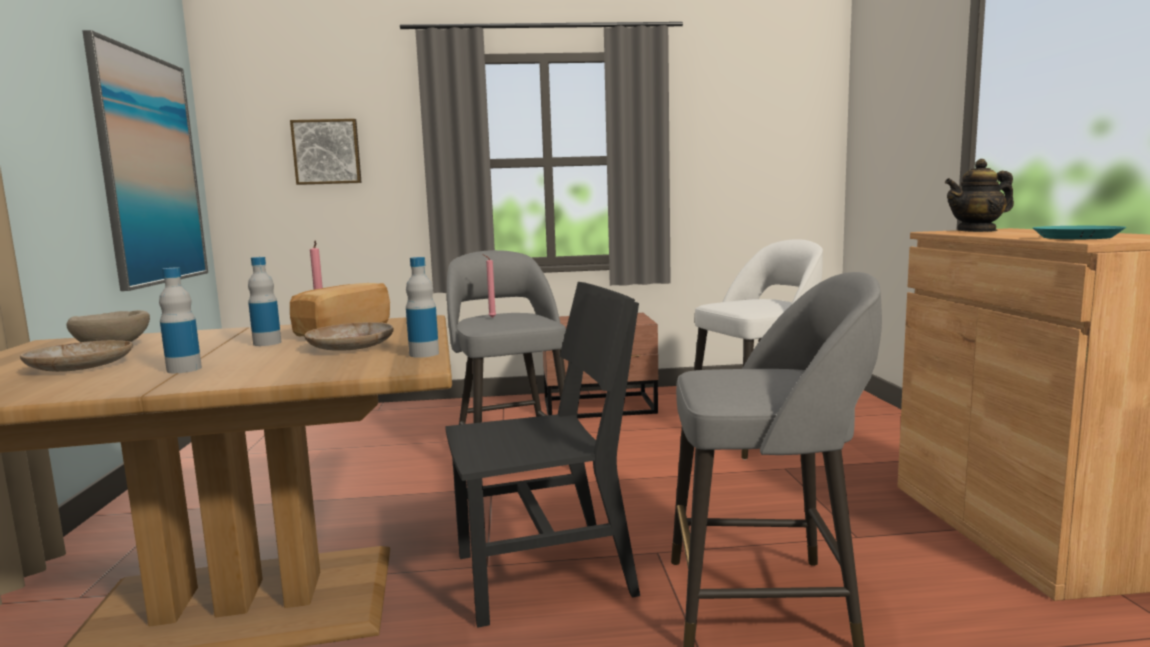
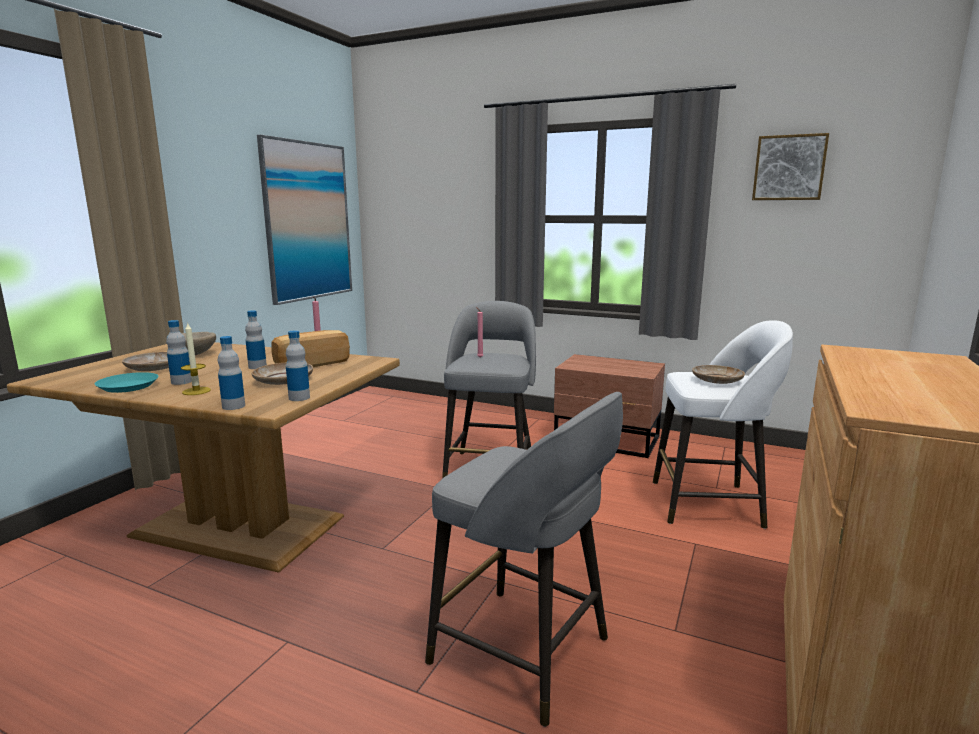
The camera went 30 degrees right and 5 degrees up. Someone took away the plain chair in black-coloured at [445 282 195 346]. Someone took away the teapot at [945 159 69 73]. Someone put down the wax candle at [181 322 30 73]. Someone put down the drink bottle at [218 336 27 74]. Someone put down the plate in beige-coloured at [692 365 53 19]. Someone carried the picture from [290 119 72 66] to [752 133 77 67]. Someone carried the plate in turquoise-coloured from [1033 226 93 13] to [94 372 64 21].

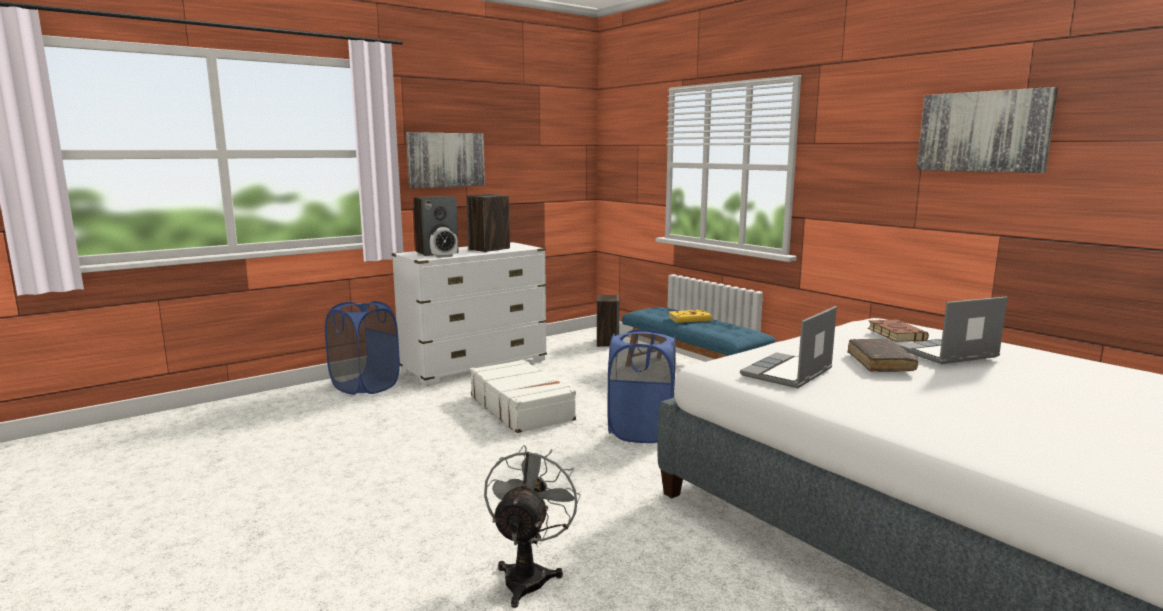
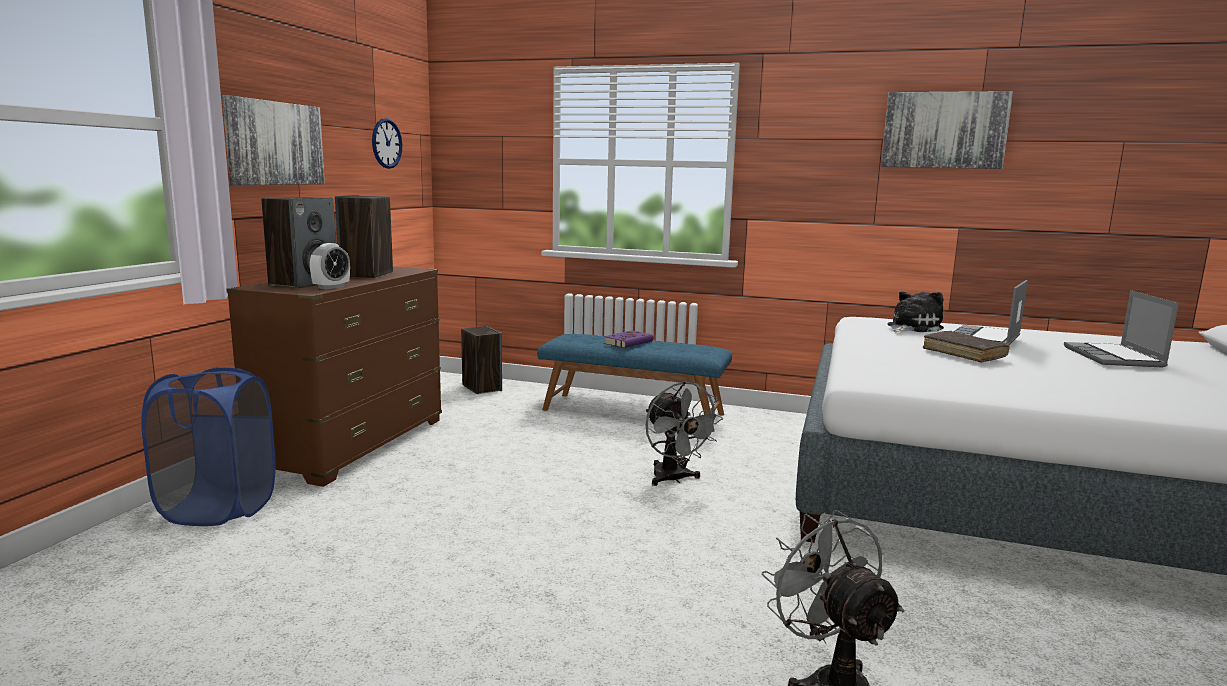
The camera went 35 degrees left and 0 degrees up. Someone took away the suitcase in whitish at [470 360 106 73]. Someone put up the clock on the wall at [372 118 30 51]. Someone carried the laptop from [740 306 97 82] to [1064 290 115 78]. Someone swapped the hamper in blue at [607 329 69 114] for the fan in greyish at [646 381 77 105]. Someone swapped the volume in brown at [868 319 61 23] for the soft toy at [887 291 57 41]. Someone repainted the chest of drawers in whitish at [392 242 155 144], which became the chest of drawers in brown at [226 267 216 220]. Someone repainted the volume in yellowish at [668 310 46 13], which became the volume in purple-coloured at [604 330 49 18].

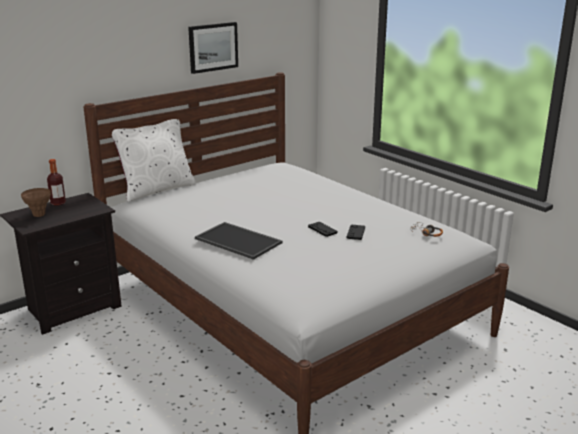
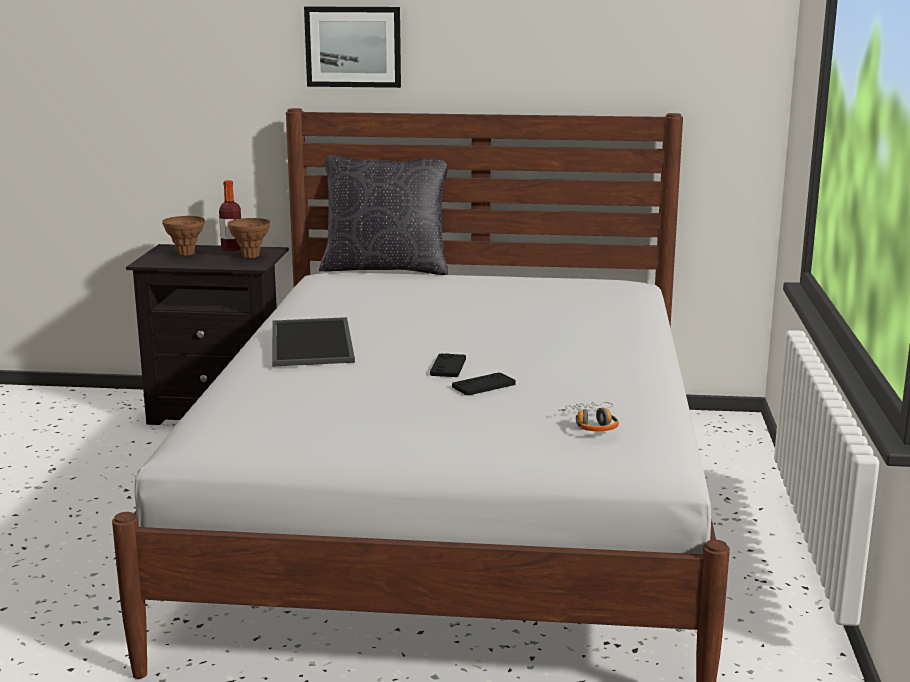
The camera went 45 degrees right and 5 degrees down. Someone put down the flower vase in brown at [228 218 42 40]. Someone carried the picture from [188 22 50 52] to [304 6 97 82]. Someone repainted the pillow in whitish at [112 119 84 83], which became the pillow in black-coloured at [319 155 129 120].

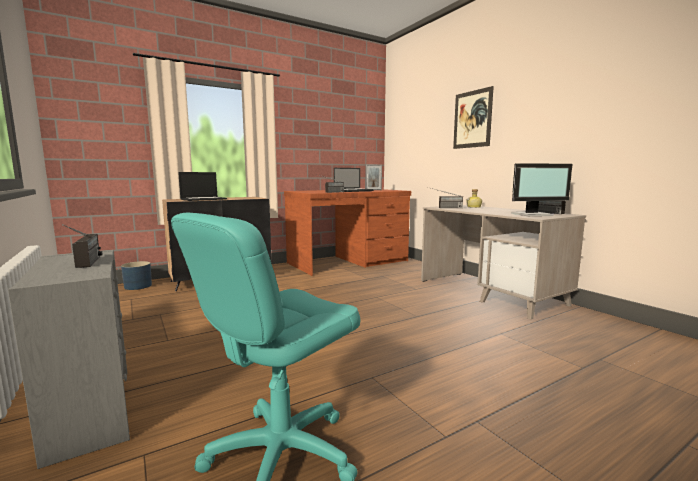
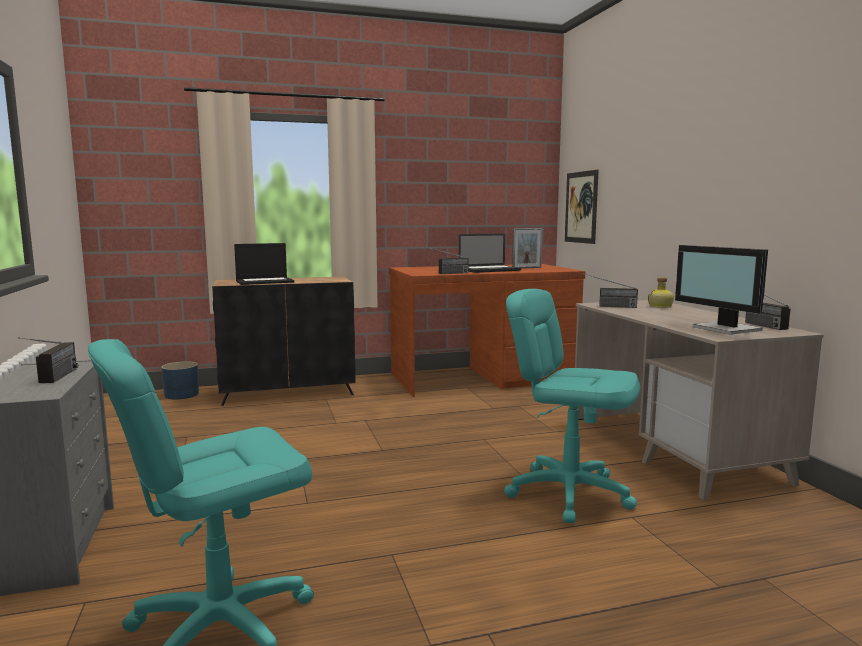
The camera went 15 degrees right and 0 degrees up. Someone put down the computer chair in turquoise-coloured at [504 289 136 234]. Someone carried the picture from [453 86 41 63] to [565 170 34 74]. Someone rotated the computer display at [511 163 61 53] by 60 degrees clockwise.

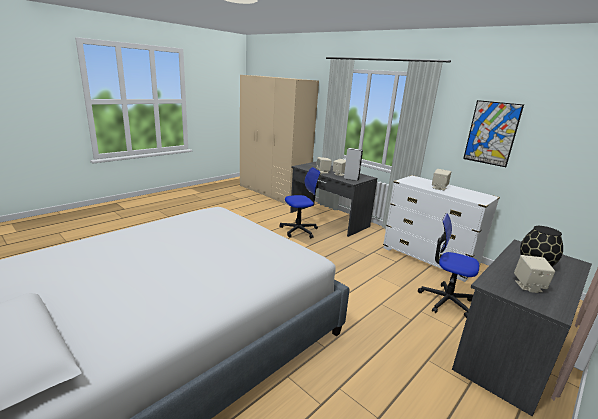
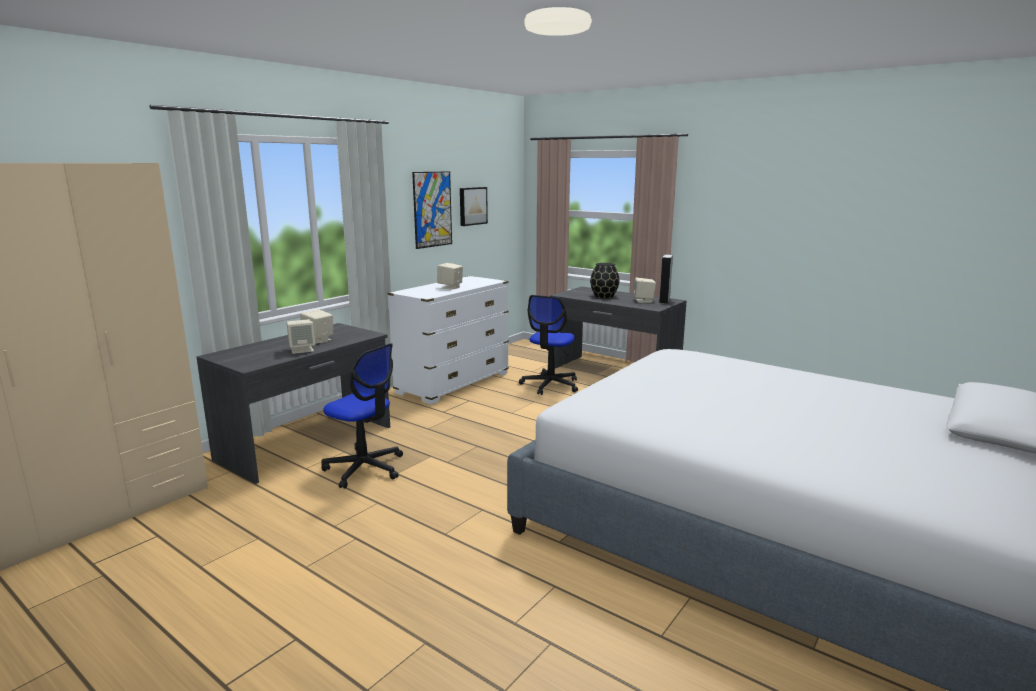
The camera went 95 degrees left and 5 degrees down. Someone put up the picture at [460 187 28 39]. Someone carried the audio speaker in greyish from [344 148 19 33] to [659 255 14 49]. Someone rotated the computer chair at [279 167 42 71] by 150 degrees clockwise.

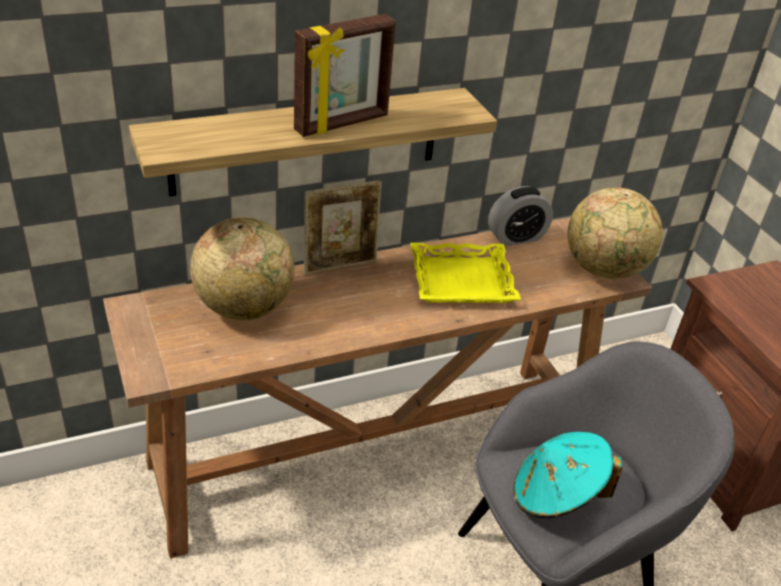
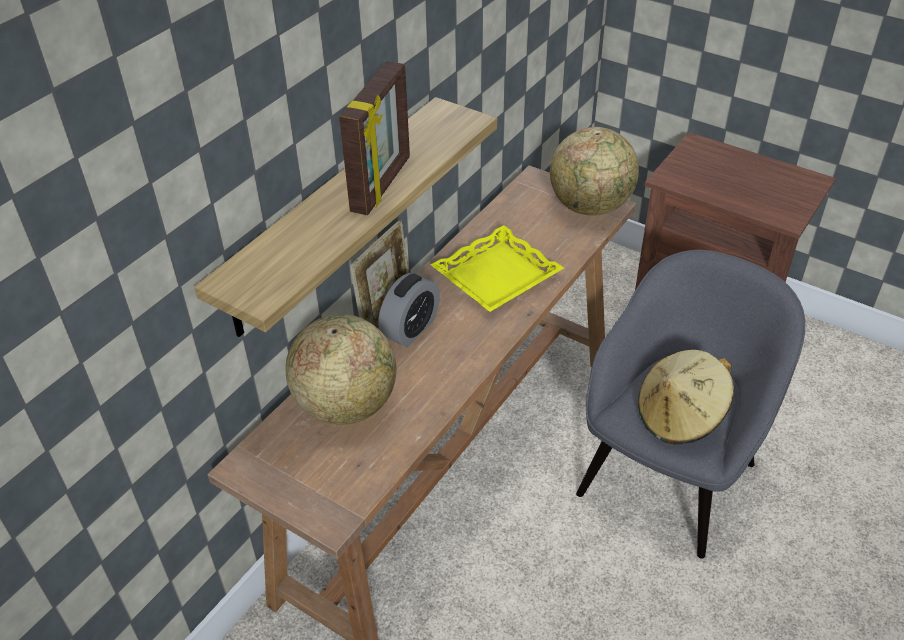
The camera went 30 degrees left and 5 degrees up. Someone carried the alarm clock from [488 186 65 60] to [378 273 62 74]. Someone repainted the wearable hat in turquoise-coloured at [513 432 109 86], which became the wearable hat in beige-coloured at [638 350 96 95].

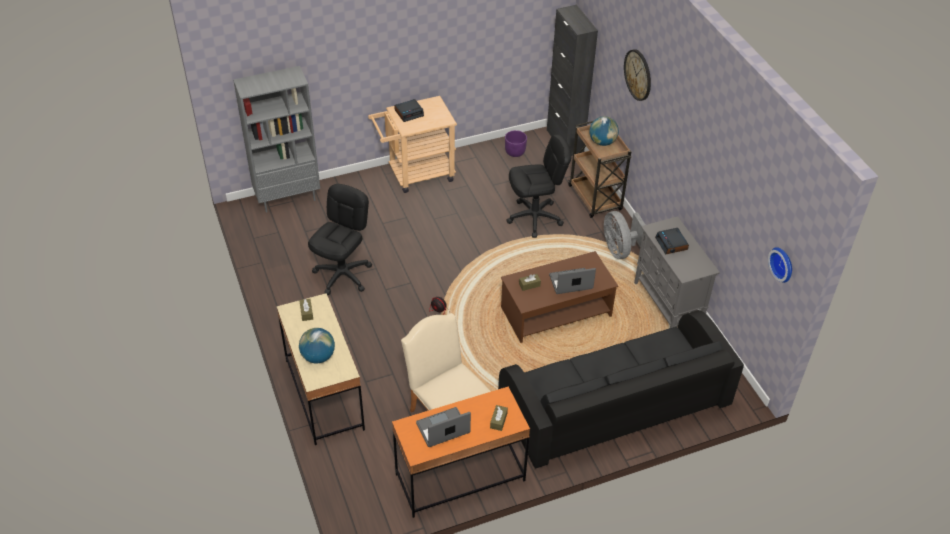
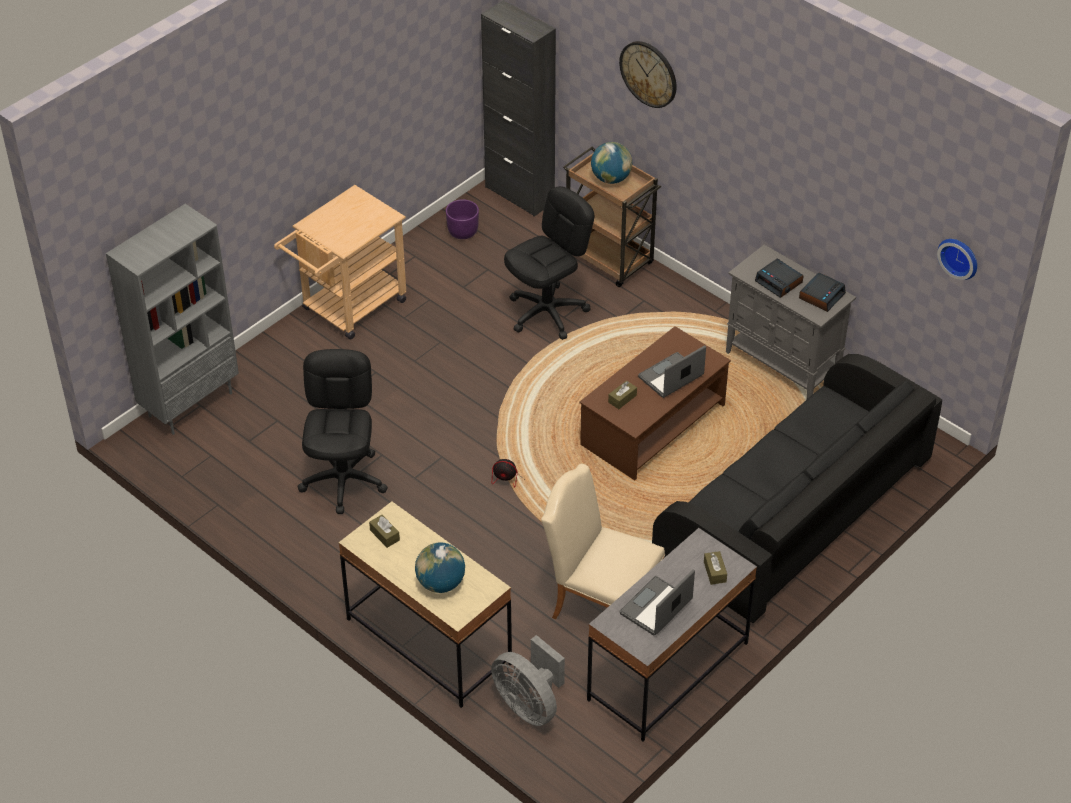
The camera went 25 degrees left and 0 degrees up. Someone carried the alarm clock from [394 99 30 23] to [799 272 47 40]. Someone carried the fan in greyish from [604 211 41 48] to [491 635 74 91]. Someone repainted the desk unit in orange-coloured at [392 387 138 131], which became the desk unit in greyish at [587 528 170 214].

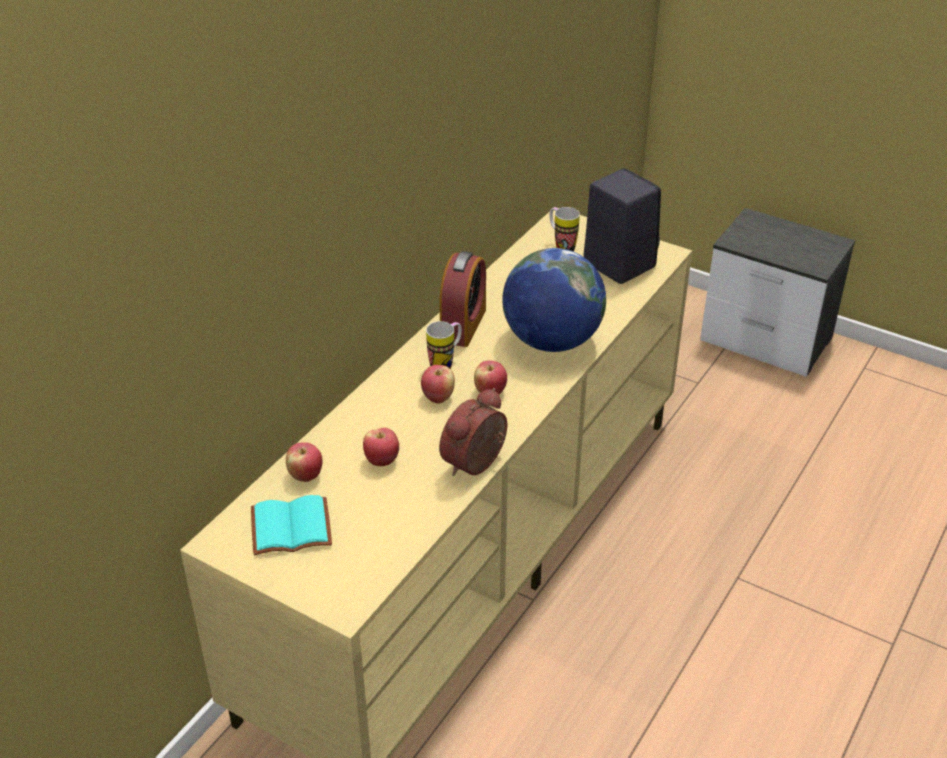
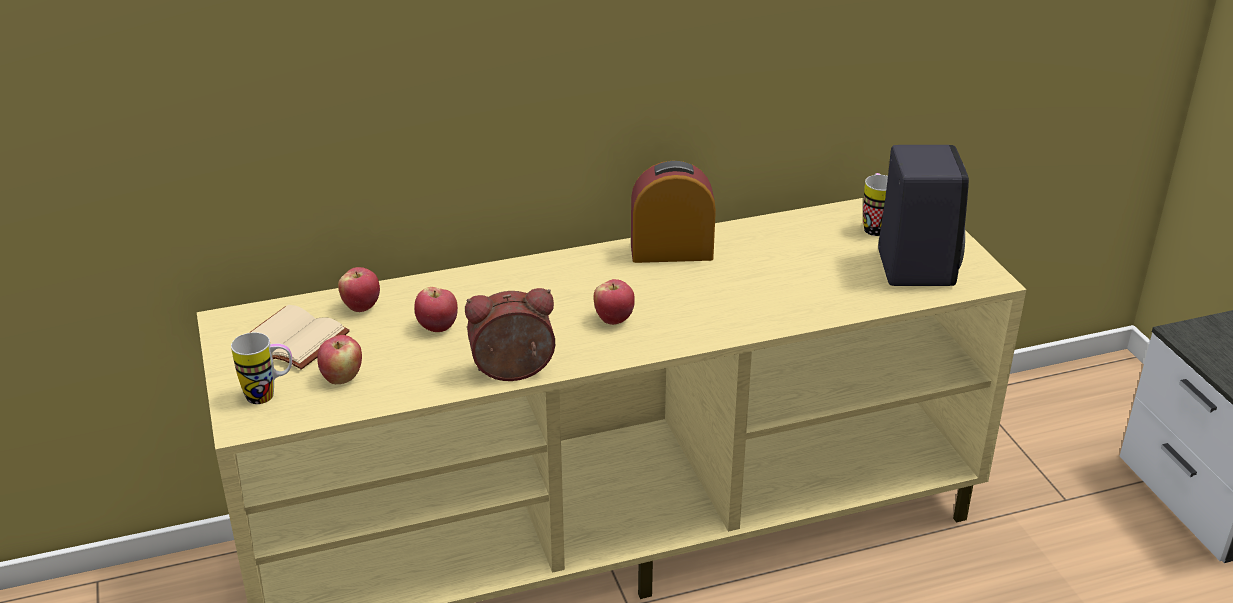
The camera went 40 degrees right and 5 degrees down. Someone took away the desk globe at [502 248 104 104]. Someone carried the apple from [421 365 34 39] to [317 335 45 49]. Someone carried the mug from [426 321 36 48] to [231 332 61 72]. Someone repainted the volume in turquoise-coloured at [251 495 81 60], which became the volume in beige-coloured at [249 305 101 65]. Someone rotated the alarm clock at [439 251 47 96] by 150 degrees counterclockwise.

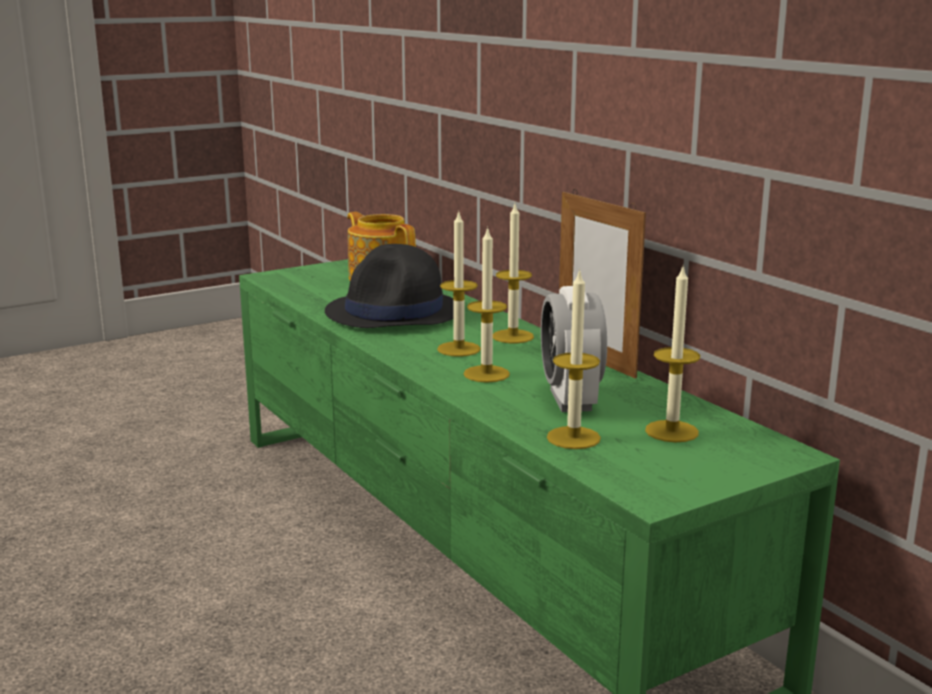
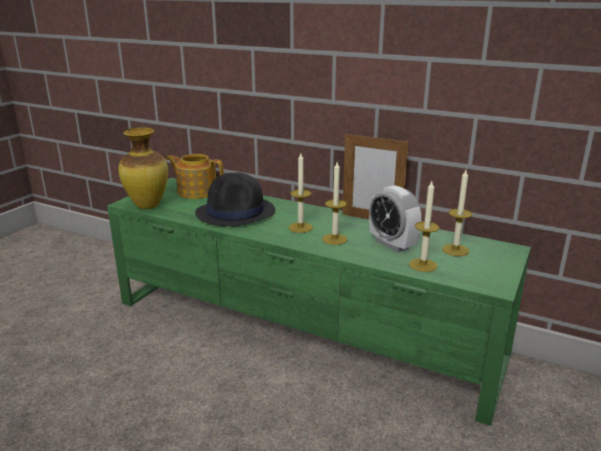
The camera went 30 degrees left and 5 degrees up. Someone took away the wax candle at [493 204 41 139]. Someone put down the flower vase at [118 127 50 82].

